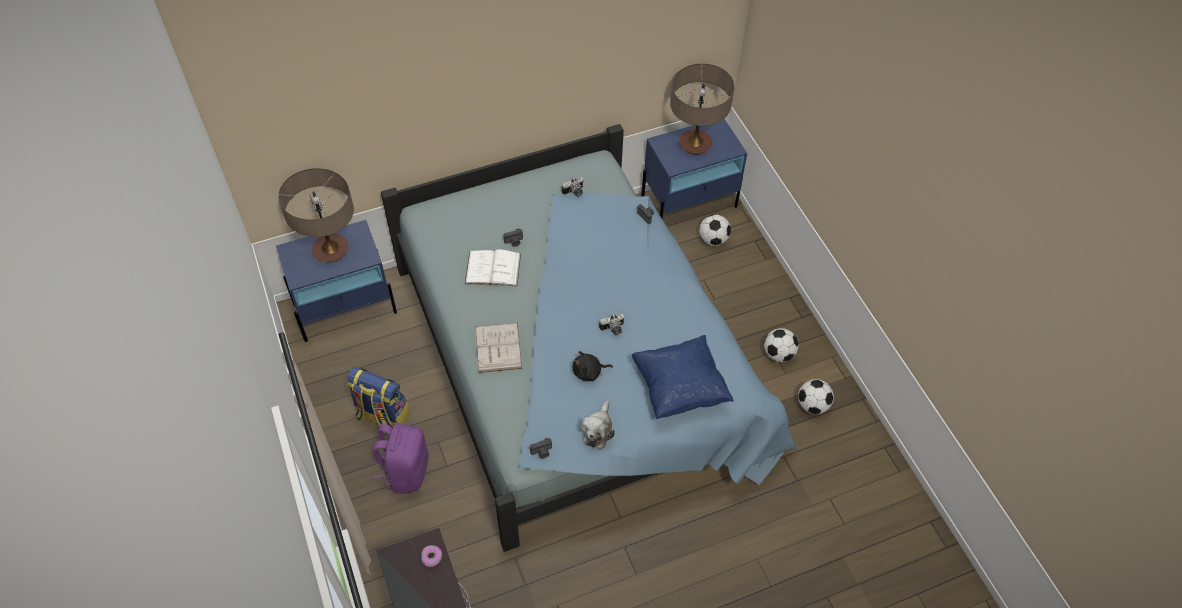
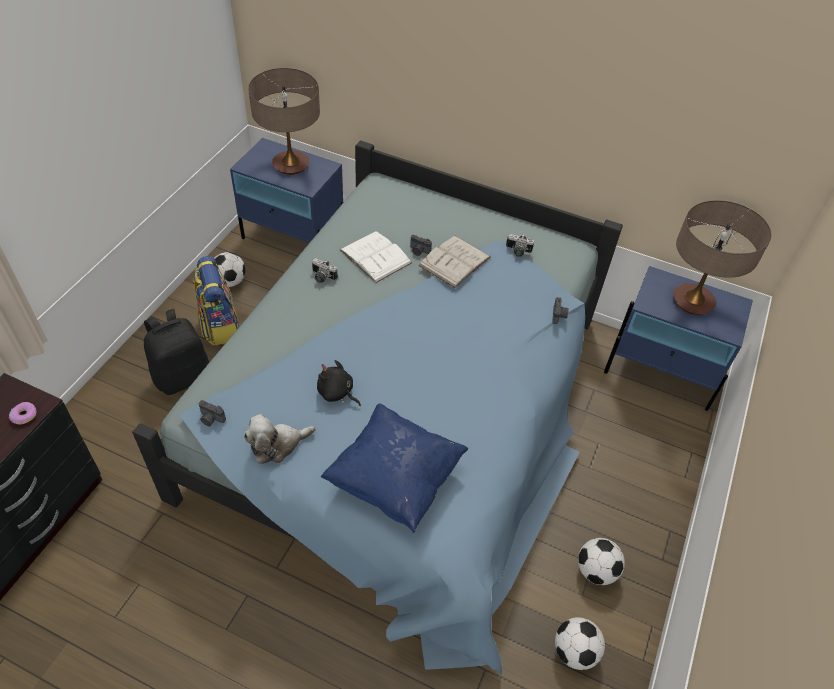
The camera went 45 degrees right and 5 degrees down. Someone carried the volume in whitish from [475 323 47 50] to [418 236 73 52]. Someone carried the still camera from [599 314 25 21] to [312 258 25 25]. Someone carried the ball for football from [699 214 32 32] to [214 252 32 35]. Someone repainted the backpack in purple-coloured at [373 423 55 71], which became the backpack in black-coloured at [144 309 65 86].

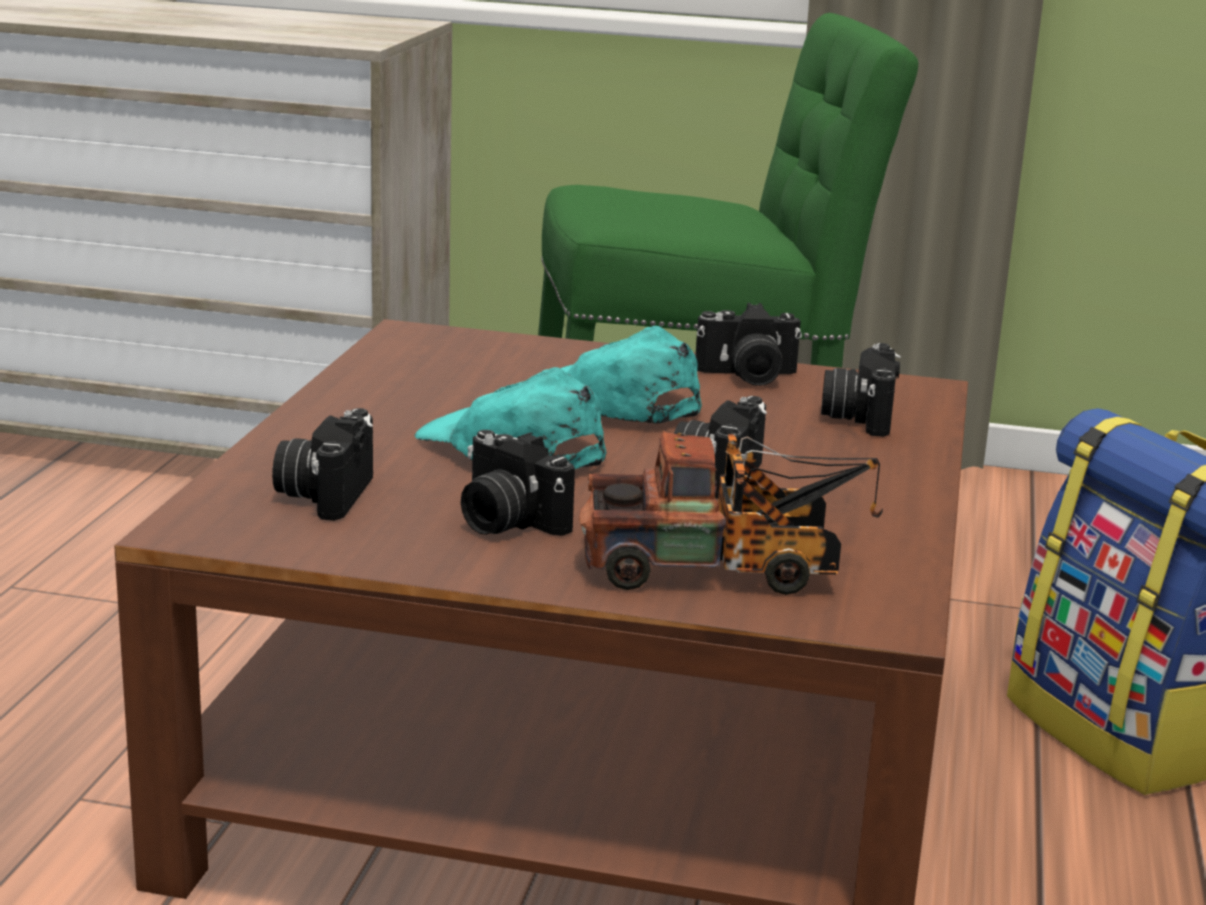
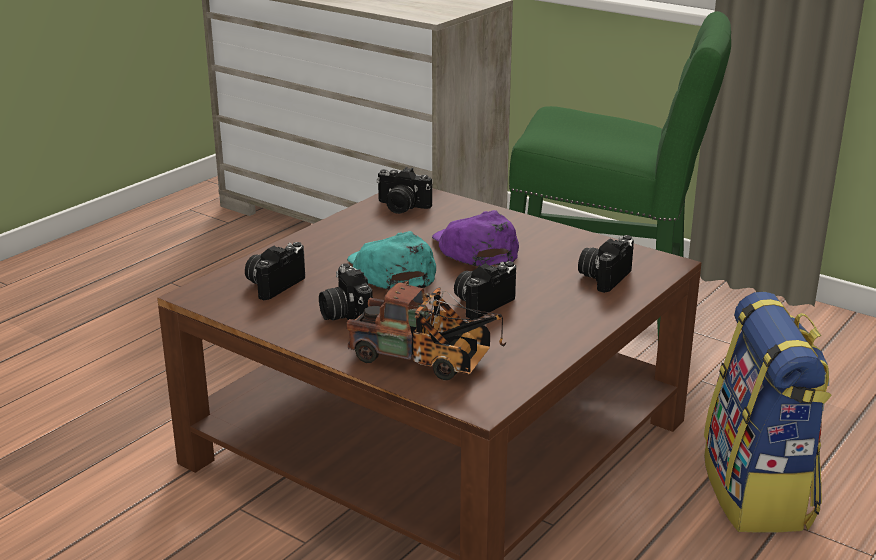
The camera went 25 degrees right and 5 degrees up. Someone carried the still camera from [695 303 107 83] to [376 167 56 47]. Someone repainted the cap in turquoise-coloured at [560 326 142 97], which became the cap in purple-coloured at [432 210 87 57].

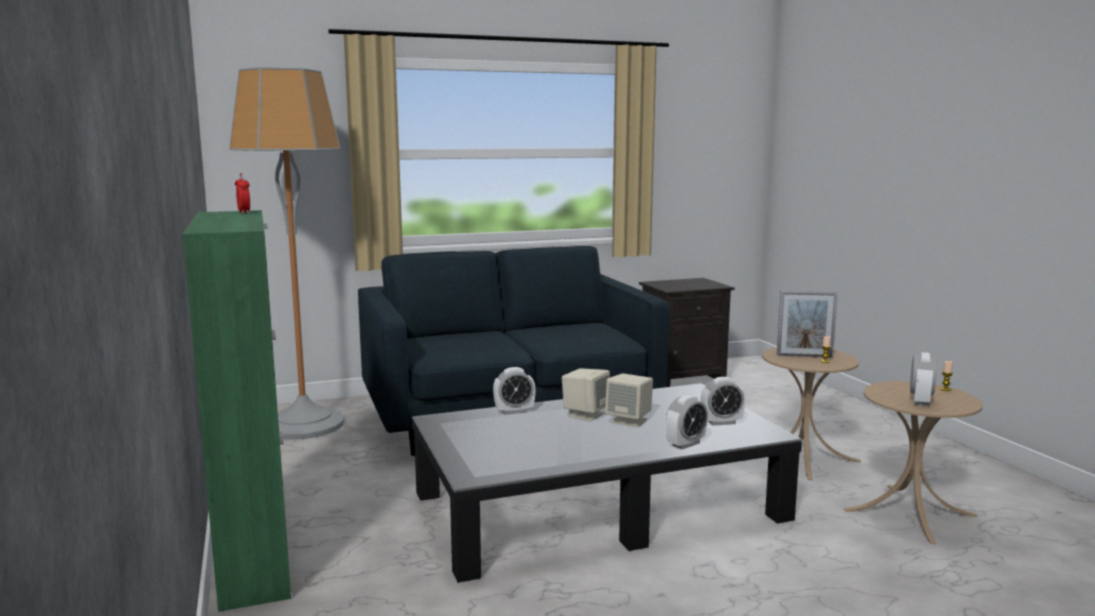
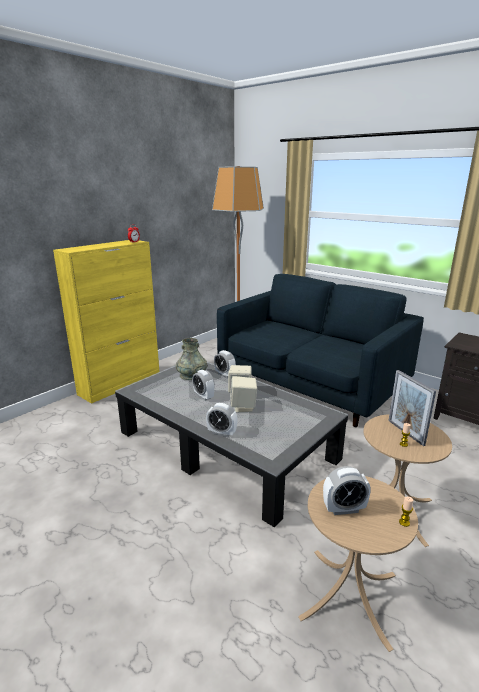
The camera went 60 degrees right and 10 degrees up. Someone put down the flower vase in greyish at [176 338 31 42]. Someone carried the alarm clock from [700 377 46 49] to [192 370 23 31]. Someone repainted the cabinet in greenish at [183 210 108 402], which became the cabinet in yellowish at [53 240 107 164].

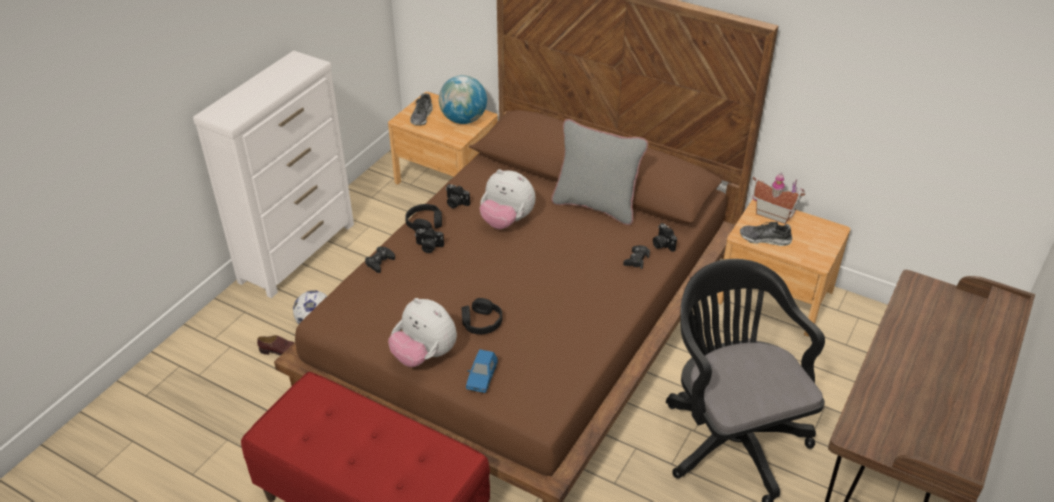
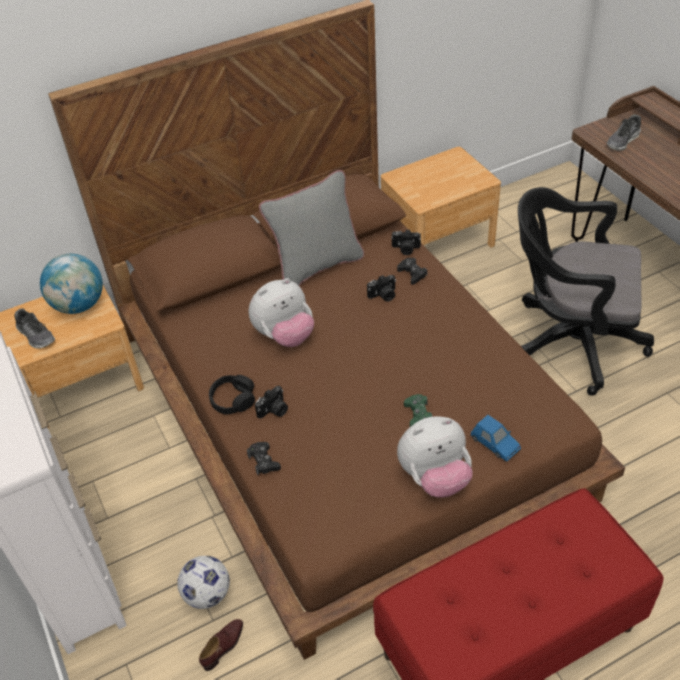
The camera went 55 degrees left and 5 degrees up. Someone took away the toy house at [752 172 53 52]. Someone carried the still camera from [446 184 24 24] to [367 275 29 27]. Someone carried the item of footwear from [740 222 52 24] to [607 114 34 37]. Someone swapped the headset in black-coloured at [461 298 41 36] for the gamepad in greenish at [404 394 29 33].

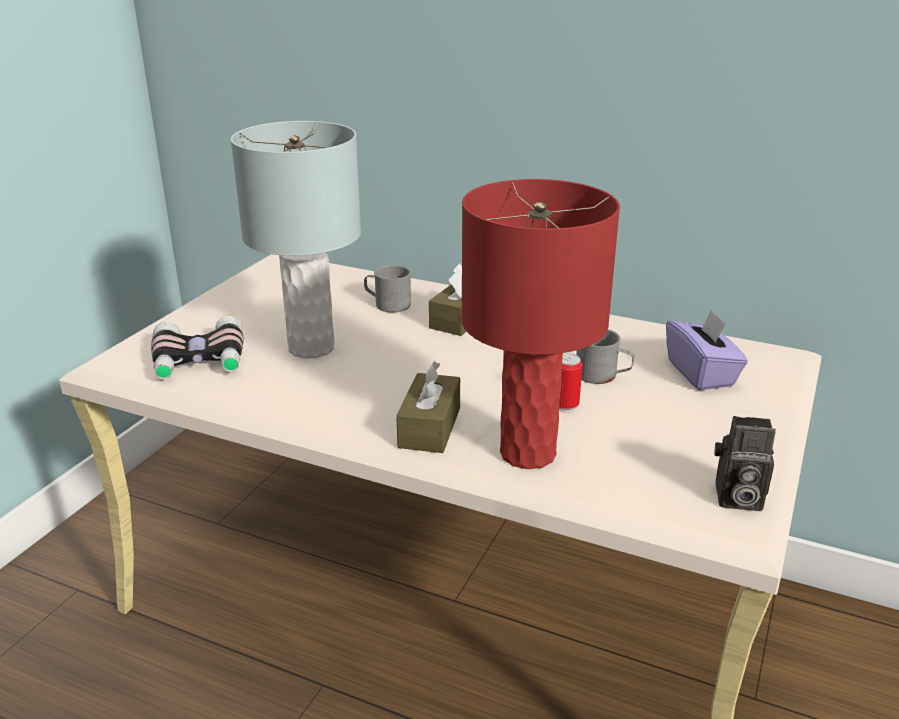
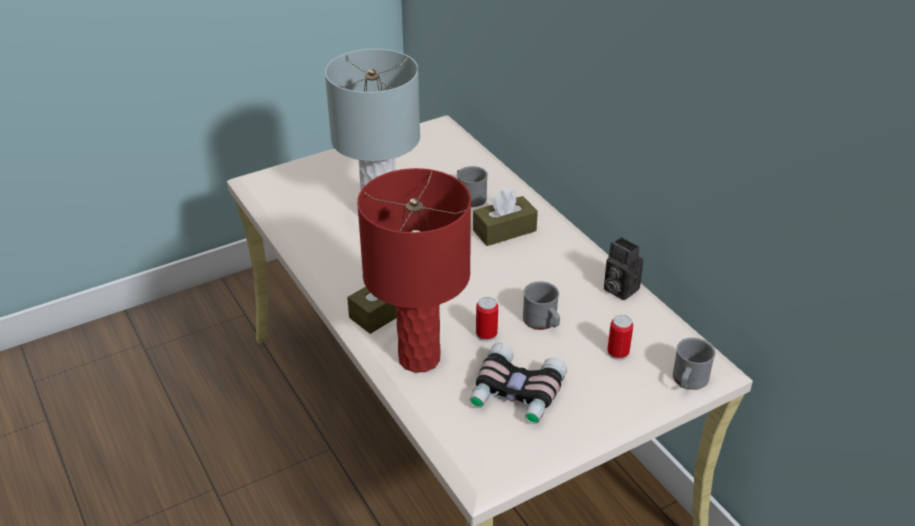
The camera went 35 degrees right and 10 degrees up. Someone put down the mug in greyish at [673 338 42 52]. Someone carried the pair of binoculars from [151 316 93 63] to [469 343 98 81]. Someone carried the still camera from [714 416 62 95] to [604 237 39 63]. Someone swapped the tissue holder in purple-coloured at [666 310 82 80] for the metal can at [607 315 26 45].

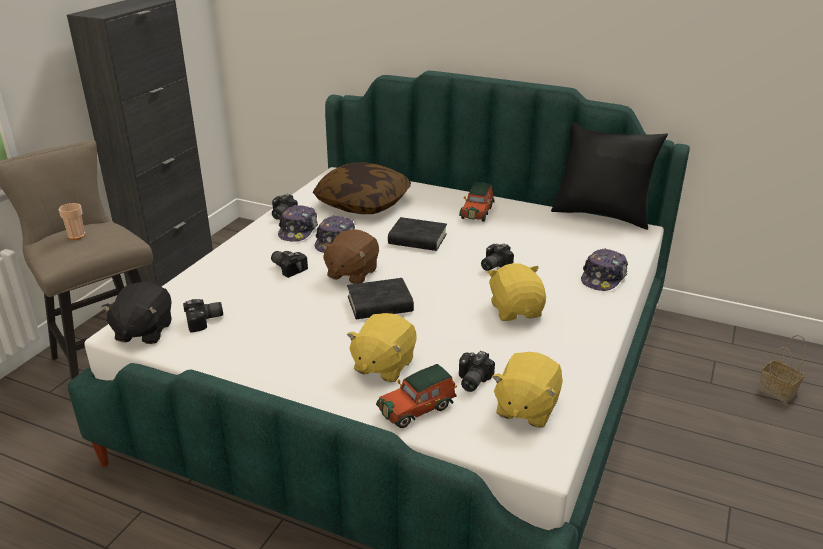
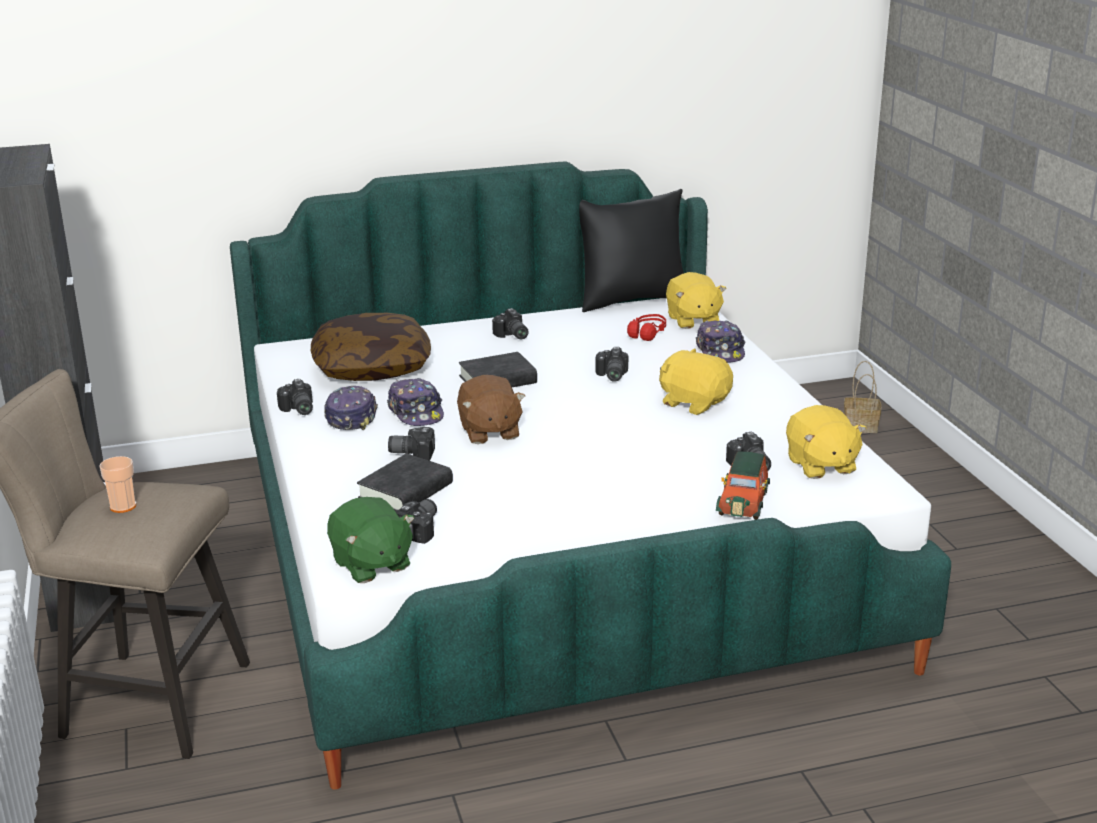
The camera went 40 degrees left and 5 degrees down. Someone put down the headset in red-coloured at [627 314 39 27]. Someone carried the volume in black-coloured from [347 278 67 41] to [357 453 96 58]. Someone carried the soft toy in yellowish from [347 313 70 69] to [666 272 61 57]. Someone swapped the miniature car at [459 182 36 40] for the still camera at [492 308 37 31]. Someone repainted the soft toy in black-coloured at [102 282 70 62], which became the soft toy in greenish at [327 497 88 86]. Someone rotated the cap at [278 205 40 37] by 150 degrees counterclockwise.

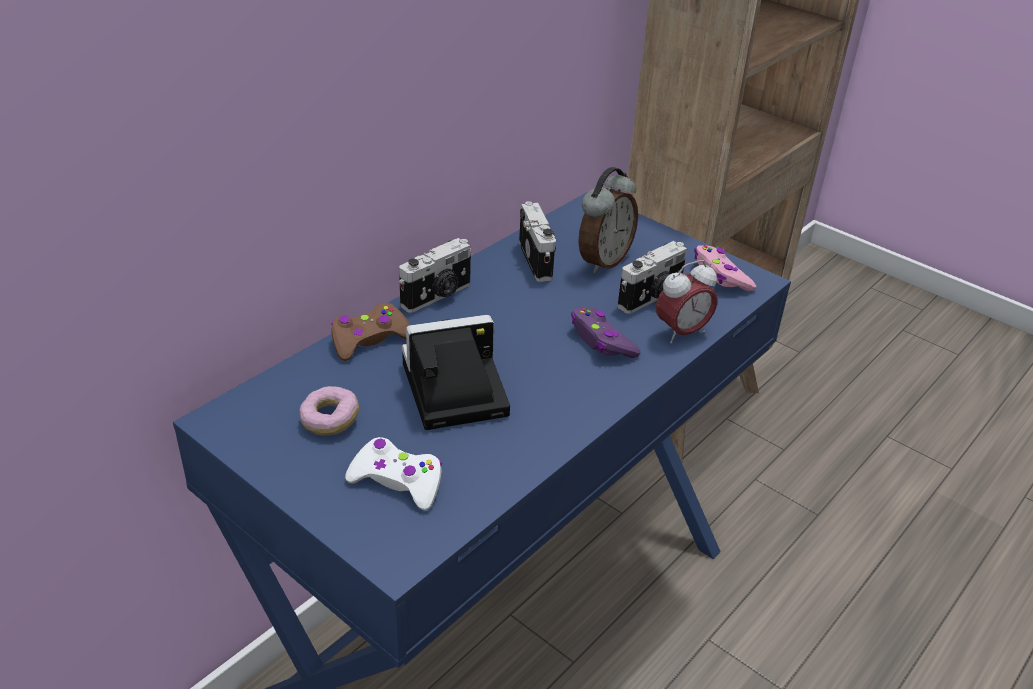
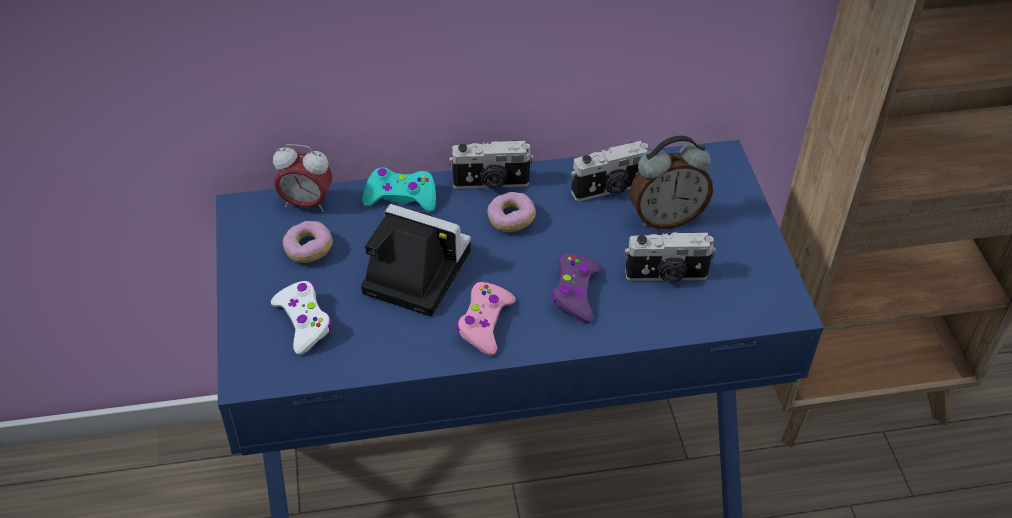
The camera went 40 degrees right and 10 degrees up. Someone put down the donut at [487 192 49 40]. Someone carried the alarm clock from [656 260 61 83] to [273 144 59 68]. Someone carried the gamepad in pink from [694 245 62 46] to [456 282 60 74]. Someone repainted the gamepad in brown at [331 303 79 58], which became the gamepad in turquoise-coloured at [362 167 74 45]. Someone rotated the still camera at [519 201 37 81] by 45 degrees clockwise.

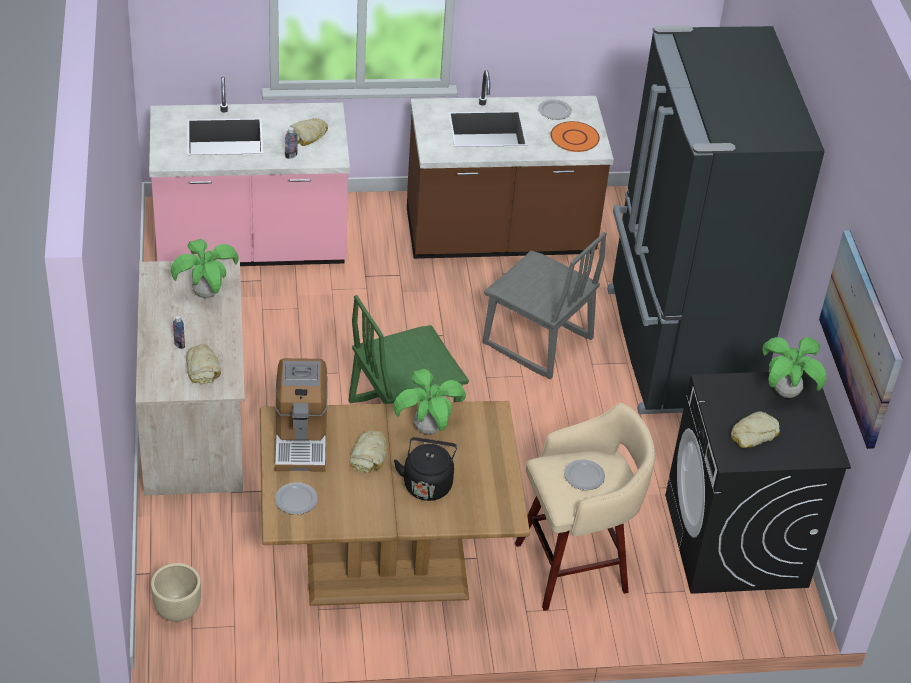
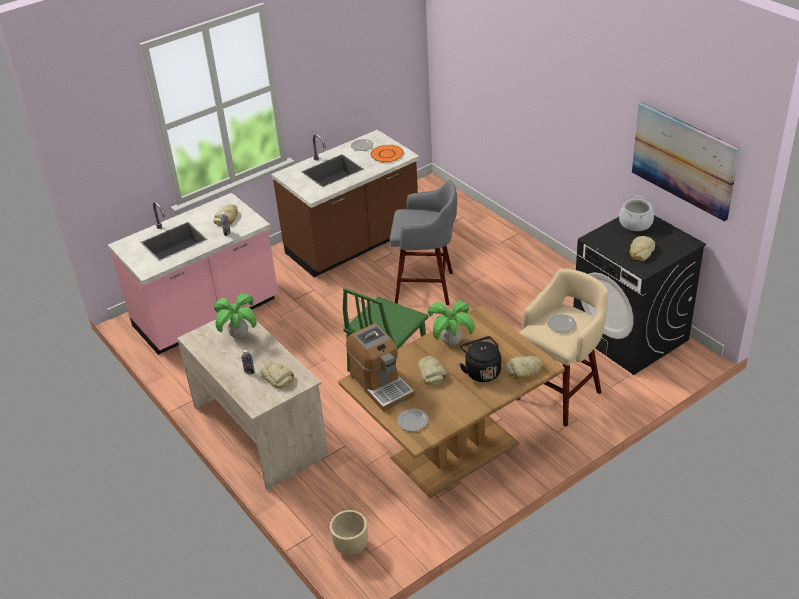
The camera went 25 degrees left and 5 degrees down. Someone took away the kitchen fridge in black-coloured at [607 25 218 389]. Someone put down the bread at [505 356 38 23]. Someone swapped the plain chair in greyish at [483 232 124 147] for the stool seat in greyish at [390 180 67 125]. Someone swapped the plant in a pot at [762 337 64 61] for the cooking pot at [619 196 35 36].

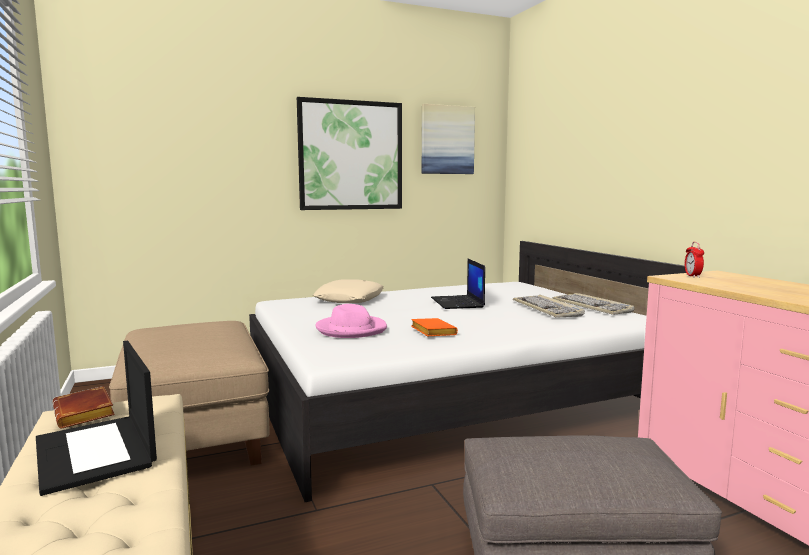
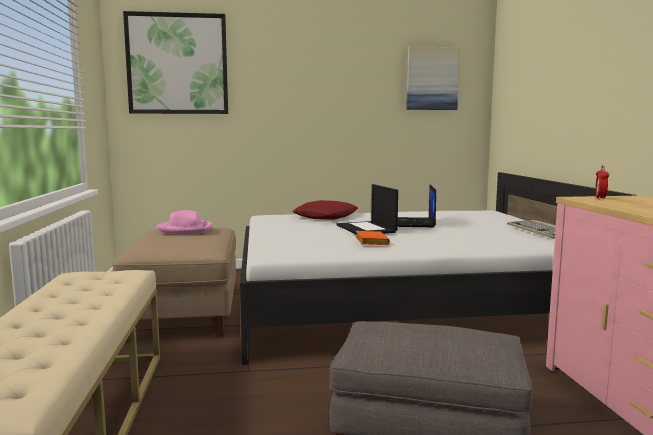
The camera went 15 degrees right and 0 degrees up. Someone took away the volume in brown at [53 386 62 42]. Someone took away the computer keyboard at [513 295 72 23]. Someone carried the laptop from [36 341 121 155] to [336 184 62 51]. Someone carried the picture from [297 97 105 113] to [123 11 105 103]. Someone carried the wearable hat in pink from [316 304 71 34] to [157 210 56 24]. Someone repainted the pillow in beige-coloured at [313 280 71 23], which became the pillow in red-coloured at [293 200 65 20].

